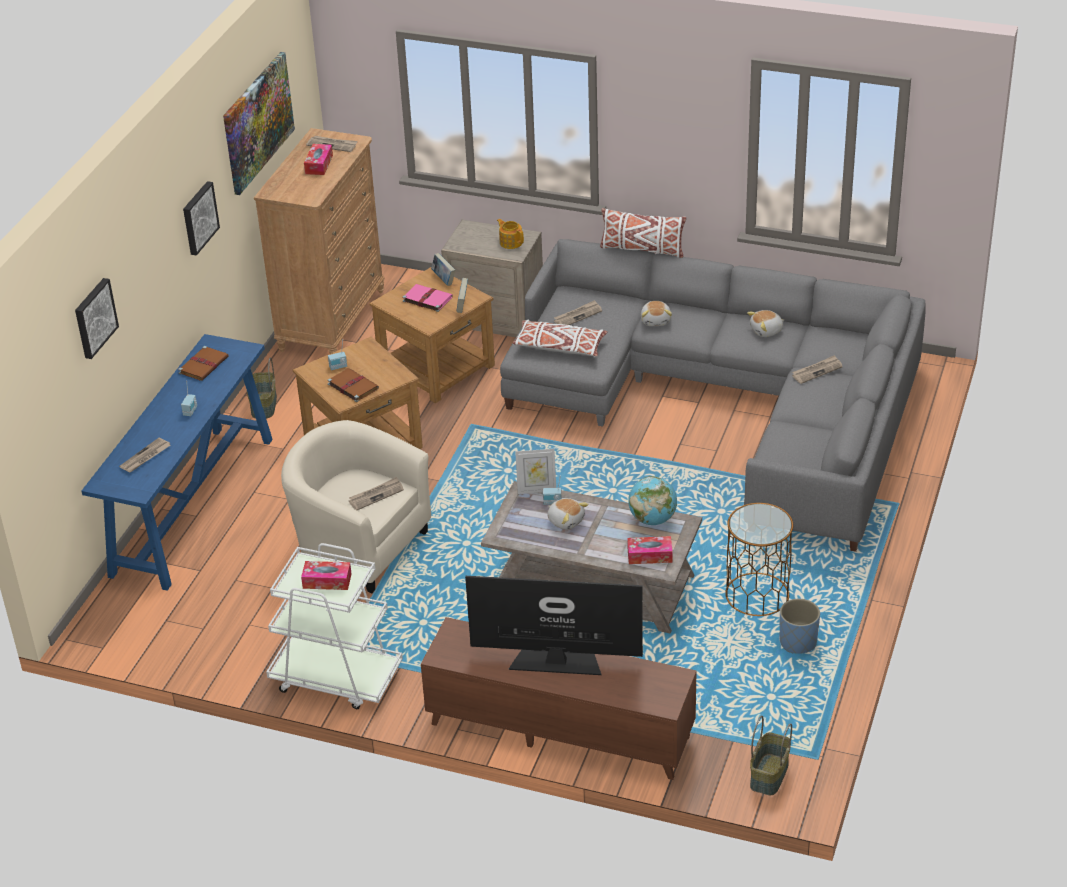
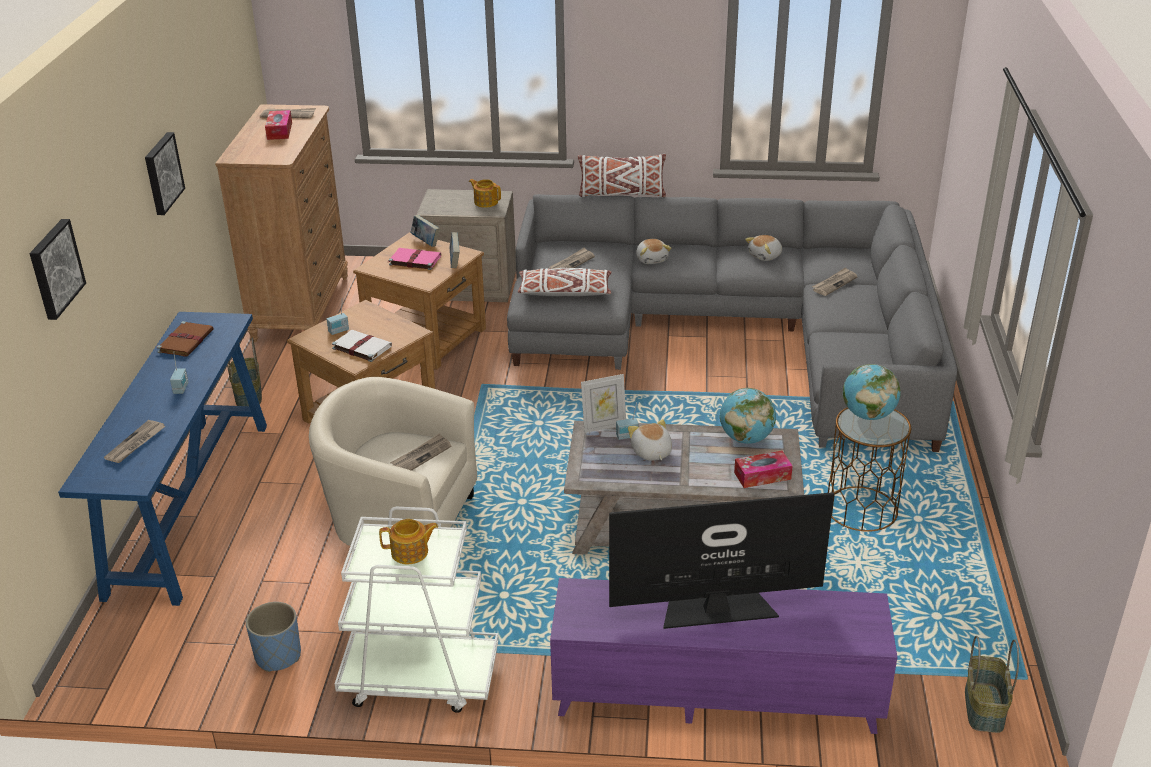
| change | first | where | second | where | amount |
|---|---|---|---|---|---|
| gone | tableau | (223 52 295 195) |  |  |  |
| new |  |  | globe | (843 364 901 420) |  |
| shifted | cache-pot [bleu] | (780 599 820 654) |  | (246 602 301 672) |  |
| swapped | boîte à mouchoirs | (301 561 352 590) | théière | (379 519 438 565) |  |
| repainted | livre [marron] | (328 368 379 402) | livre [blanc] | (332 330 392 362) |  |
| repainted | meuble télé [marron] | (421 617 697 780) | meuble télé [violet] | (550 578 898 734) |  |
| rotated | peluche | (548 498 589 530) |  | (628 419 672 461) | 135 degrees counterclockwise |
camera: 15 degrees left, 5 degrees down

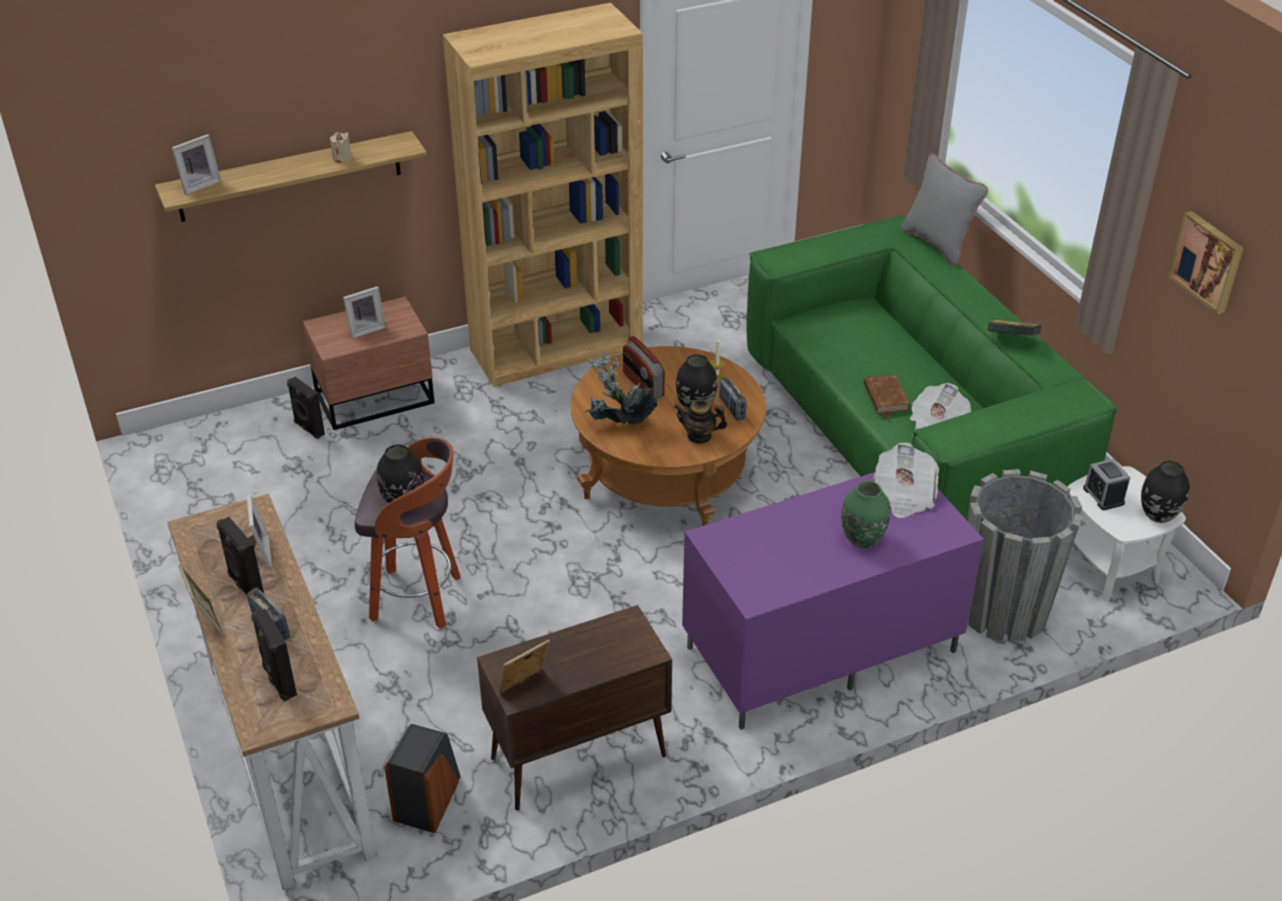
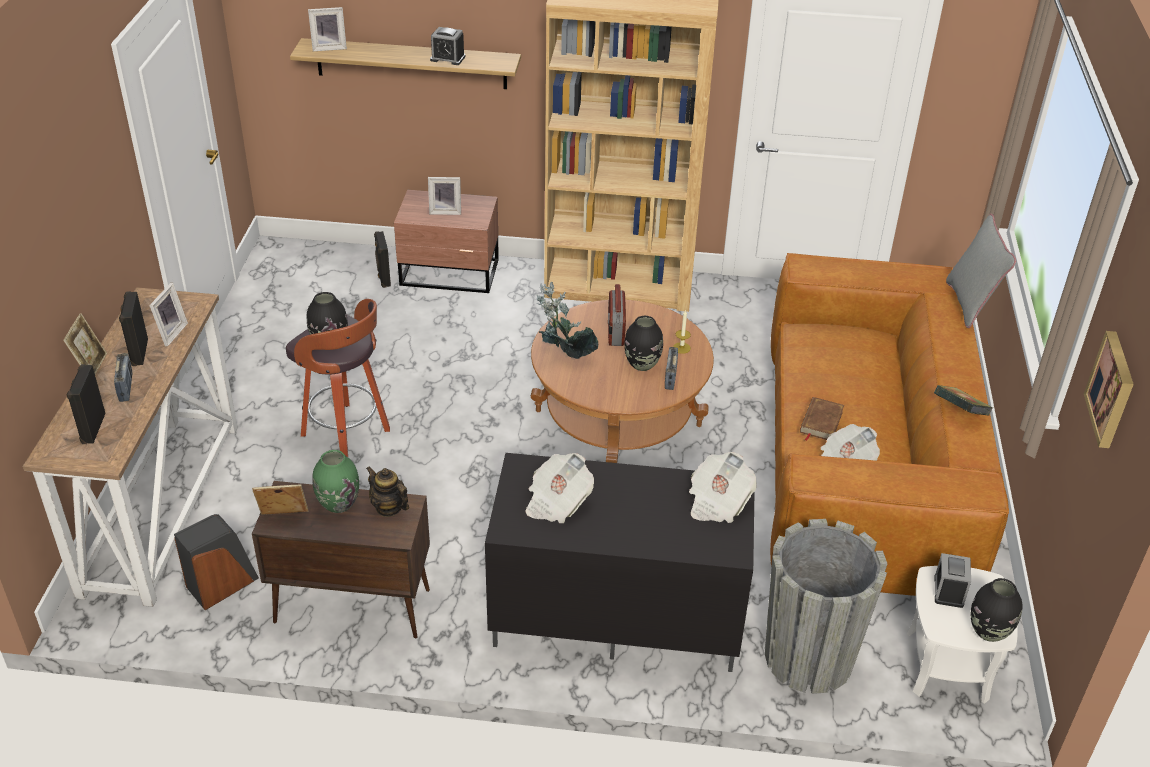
| change | first | where | second | where | amount |
|---|---|---|---|---|---|
| new |  |  | journal | (526 453 594 523) |  |
| shifted | théière | (674 397 727 444) |  | (366 466 409 517) |  |
| shifted | vase [vert] | (841 481 890 548) |  | (312 450 359 513) |  |
| swapped | bougie [beige] | (330 132 352 162) | réveil | (430 27 465 65) |  |
| repainted | meuble télé [violet] | (682 472 984 730) | meuble télé [noir] | (485 453 754 672) |  |
| repainted | canapé [vert] | (746 216 1117 521) | canapé [marron] | (770 253 1009 596) |  |
camera: 30 degrees right, 0 degrees up

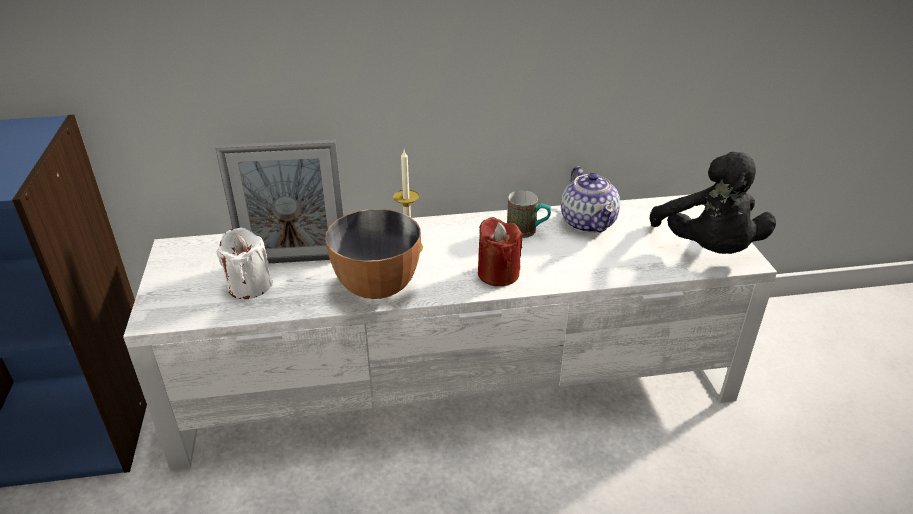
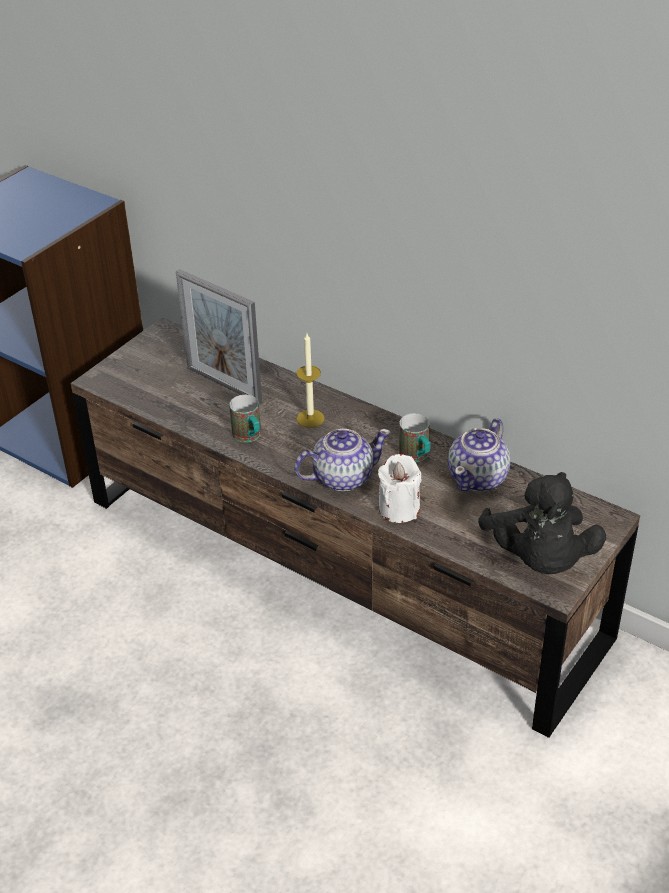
| change | first | where | second | where | amount |
|---|---|---|---|---|---|
| shifted | bougie [blanc] | (216 227 273 299) |  | (378 454 422 523) |  |
| swapped | bol | (325 209 421 299) | mug | (229 395 261 443) |  |
| swapped | bougie [rouge] | (478 217 522 286) | théière | (294 429 390 491) |  |
| repainted | meuble télé [blanc] | (123 195 777 471) | meuble télé [marron] | (71 318 640 738) |  |
| rotated | peluche [noir] | (650 152 776 254) |  | (478 472 606 574) | 45 degrees counterclockwise |
camera: 45 degrees right, 5 degrees up

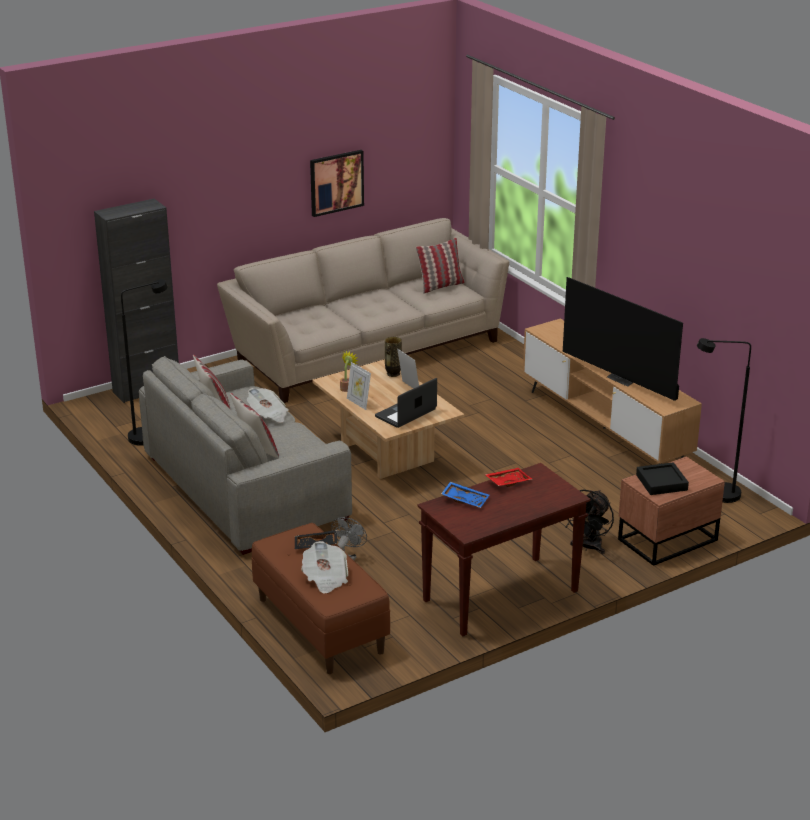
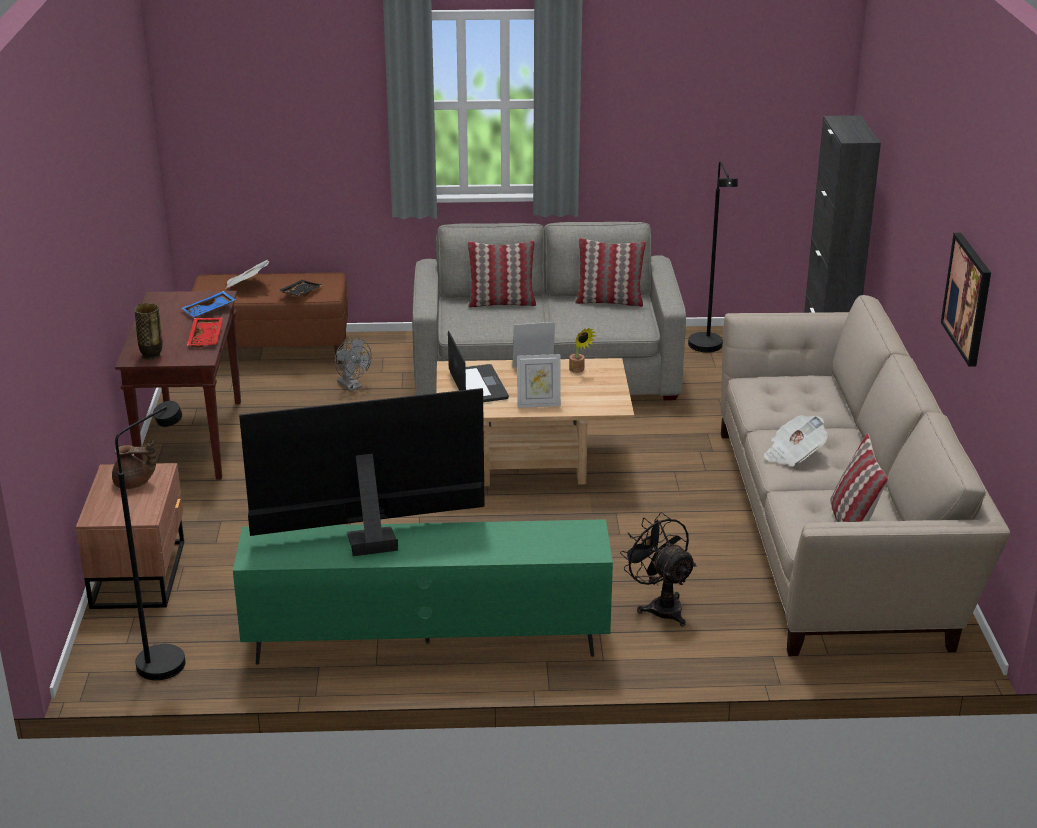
| change | first | where | second | where | amount |
|---|---|---|---|---|---|
| shifted | journal | (247 388 289 423) |  | (764 415 828 467) |  |
| shifted | vase | (385 337 402 377) |  | (134 303 163 360) |  |
| shifted | ventilateur [noir] | (565 489 614 554) |  | (620 512 696 626) |  |
| swapped | plateau [noir] | (636 462 689 495) | théière [marron] | (112 440 156 489) |  |
| repainted | meuble télé [marron] | (523 319 702 464) | meuble télé [vert] | (233 519 613 665) |  |
camera: 120 degrees right, 0 degrees up

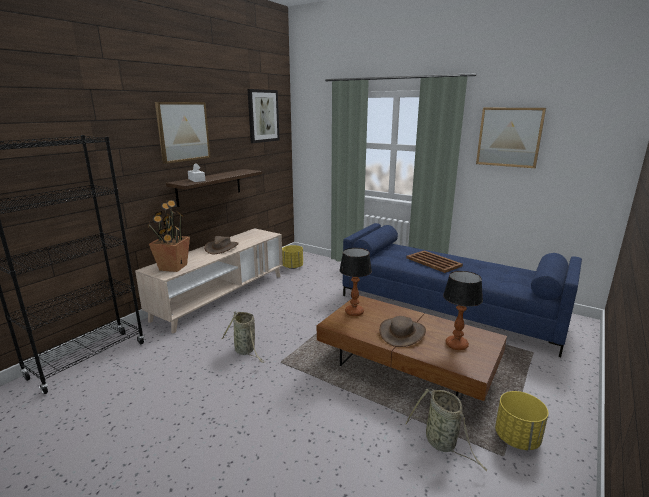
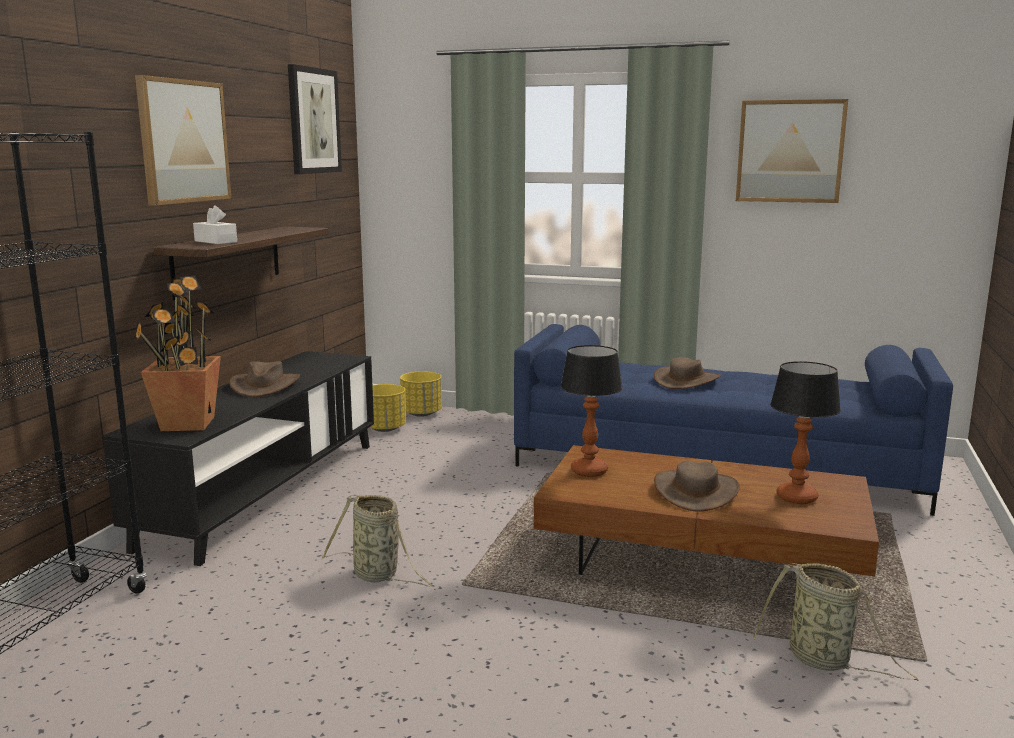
| change | first | where | second | where | amount |
|---|---|---|---|---|---|
| shifted | cache-pot [jaune] | (495 391 549 450) |  | (400 371 442 417) |  |
| swapped | plateau [marron] | (406 250 463 273) | chapeau [marron] | (654 357 721 389) |  |
| repainted | meuble télé [beige] | (135 228 283 334) | meuble télé [noir] | (102 351 374 566) |  |
camera: 15 degrees left, 5 degrees down

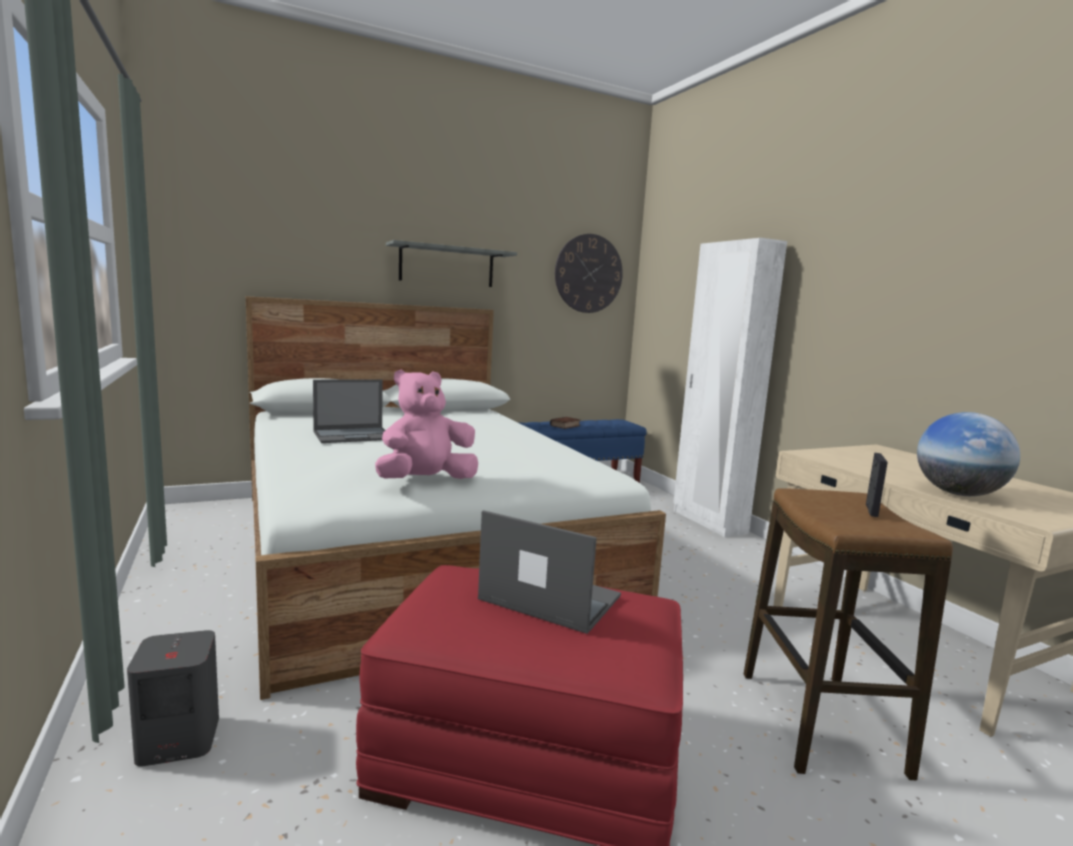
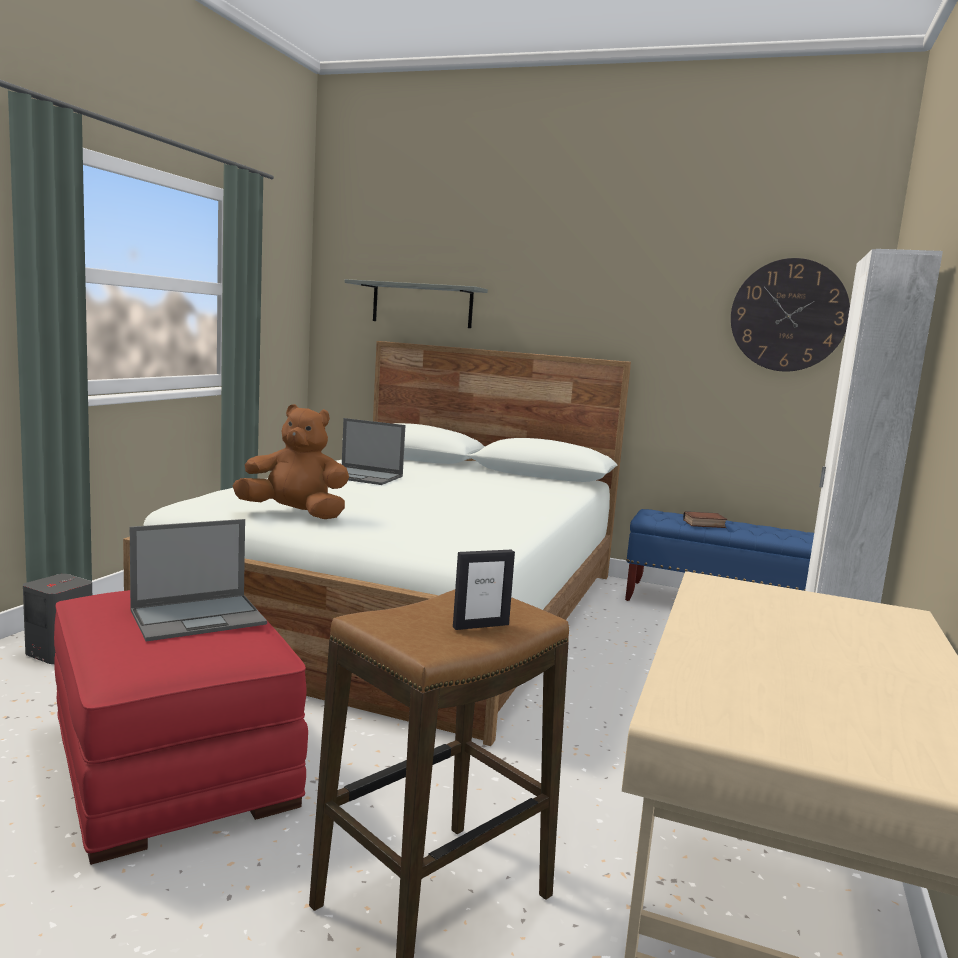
| change | first | where | second | where | amount |
|---|---|---|---|---|---|
| gone | globe | (917 412 1020 496) |  |  |  |
| shifted | étagère [gris] | (386 240 517 287) |  | (345 279 488 328) |  |
| repainted | peluche [rose] | (375 369 478 479) | peluche [marron] | (233 404 349 519) |  |
| rotated | ordinateur portable | (478 510 621 634) |  | (130 519 267 642) | 75 degrees clockwise |
camera: 45 degrees right, 0 degrees up

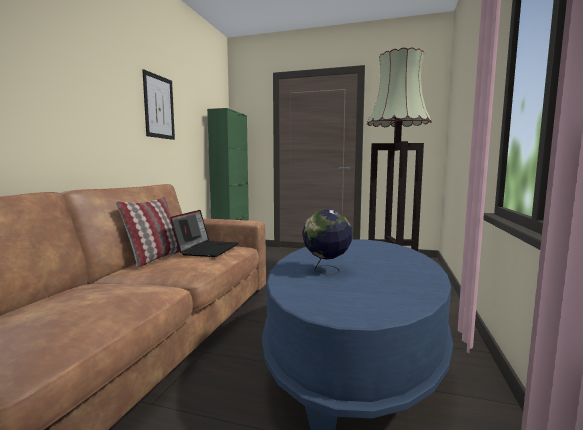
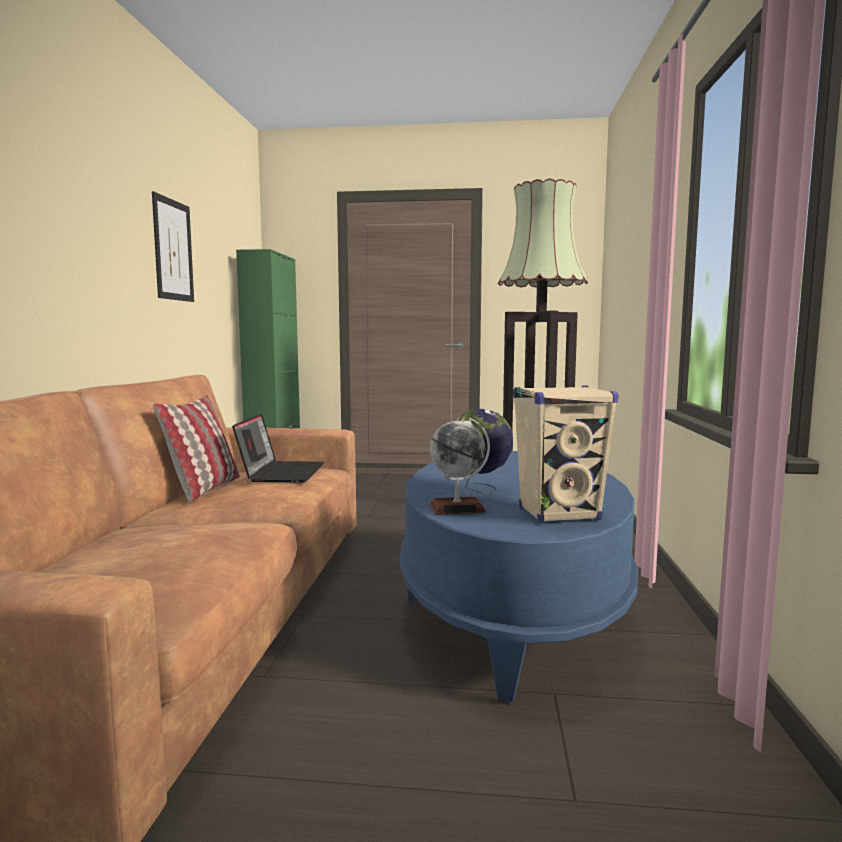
| change | first | where | second | where | amount |
|---|---|---|---|---|---|
| new |  |  | globe | (430 418 490 515) |  |
| new |  |  | enceinte [beige] | (513 385 619 523) |  |
camera: 10 degrees left, 0 degrees up

